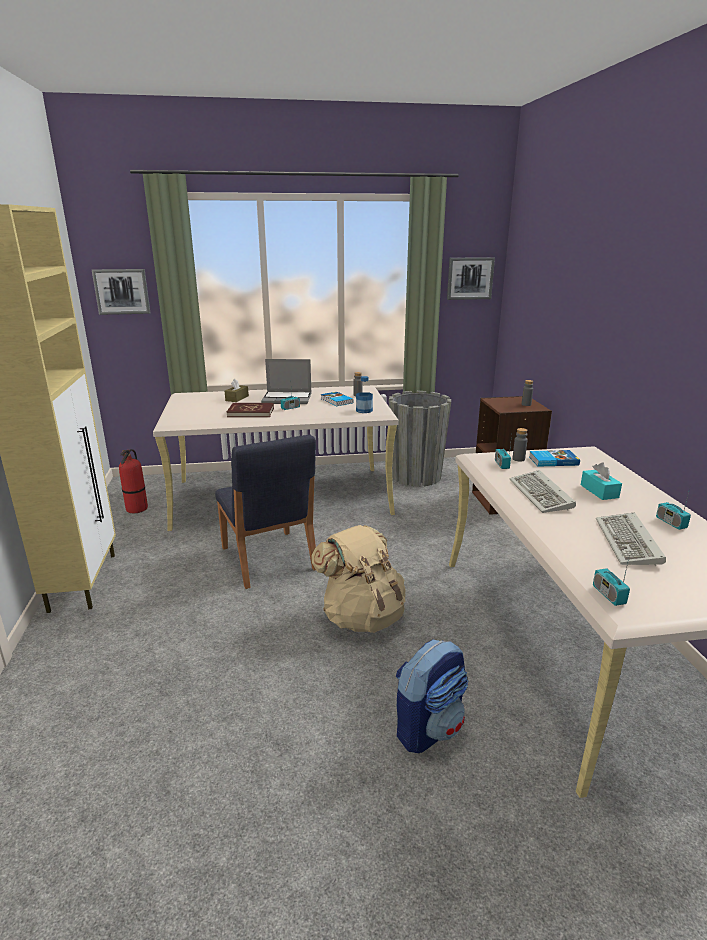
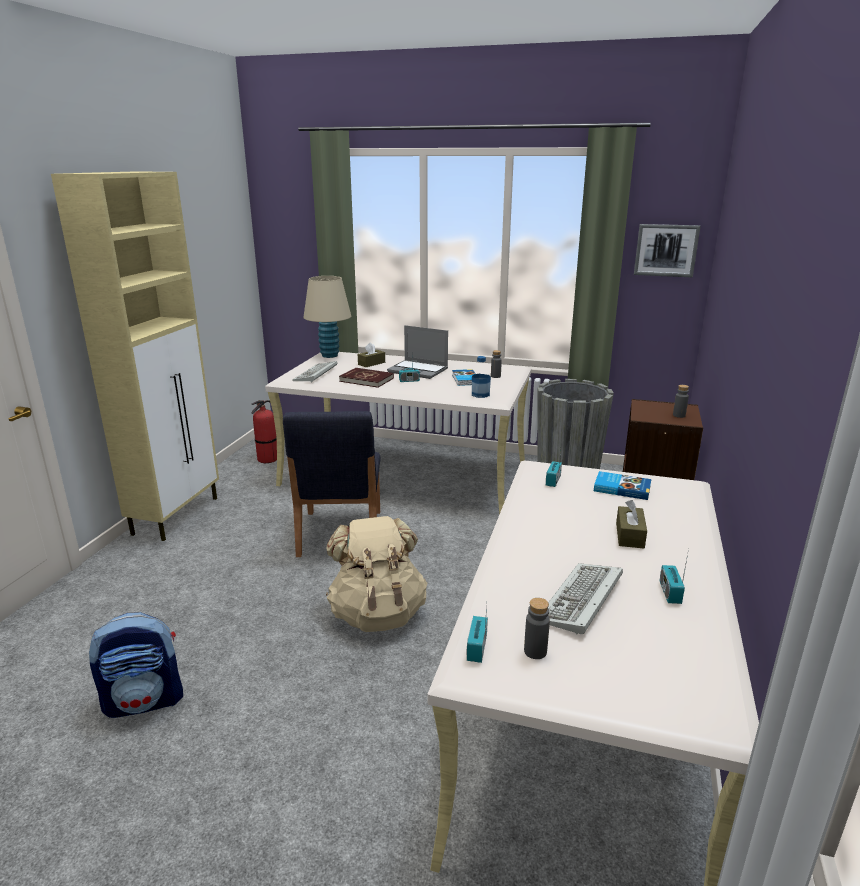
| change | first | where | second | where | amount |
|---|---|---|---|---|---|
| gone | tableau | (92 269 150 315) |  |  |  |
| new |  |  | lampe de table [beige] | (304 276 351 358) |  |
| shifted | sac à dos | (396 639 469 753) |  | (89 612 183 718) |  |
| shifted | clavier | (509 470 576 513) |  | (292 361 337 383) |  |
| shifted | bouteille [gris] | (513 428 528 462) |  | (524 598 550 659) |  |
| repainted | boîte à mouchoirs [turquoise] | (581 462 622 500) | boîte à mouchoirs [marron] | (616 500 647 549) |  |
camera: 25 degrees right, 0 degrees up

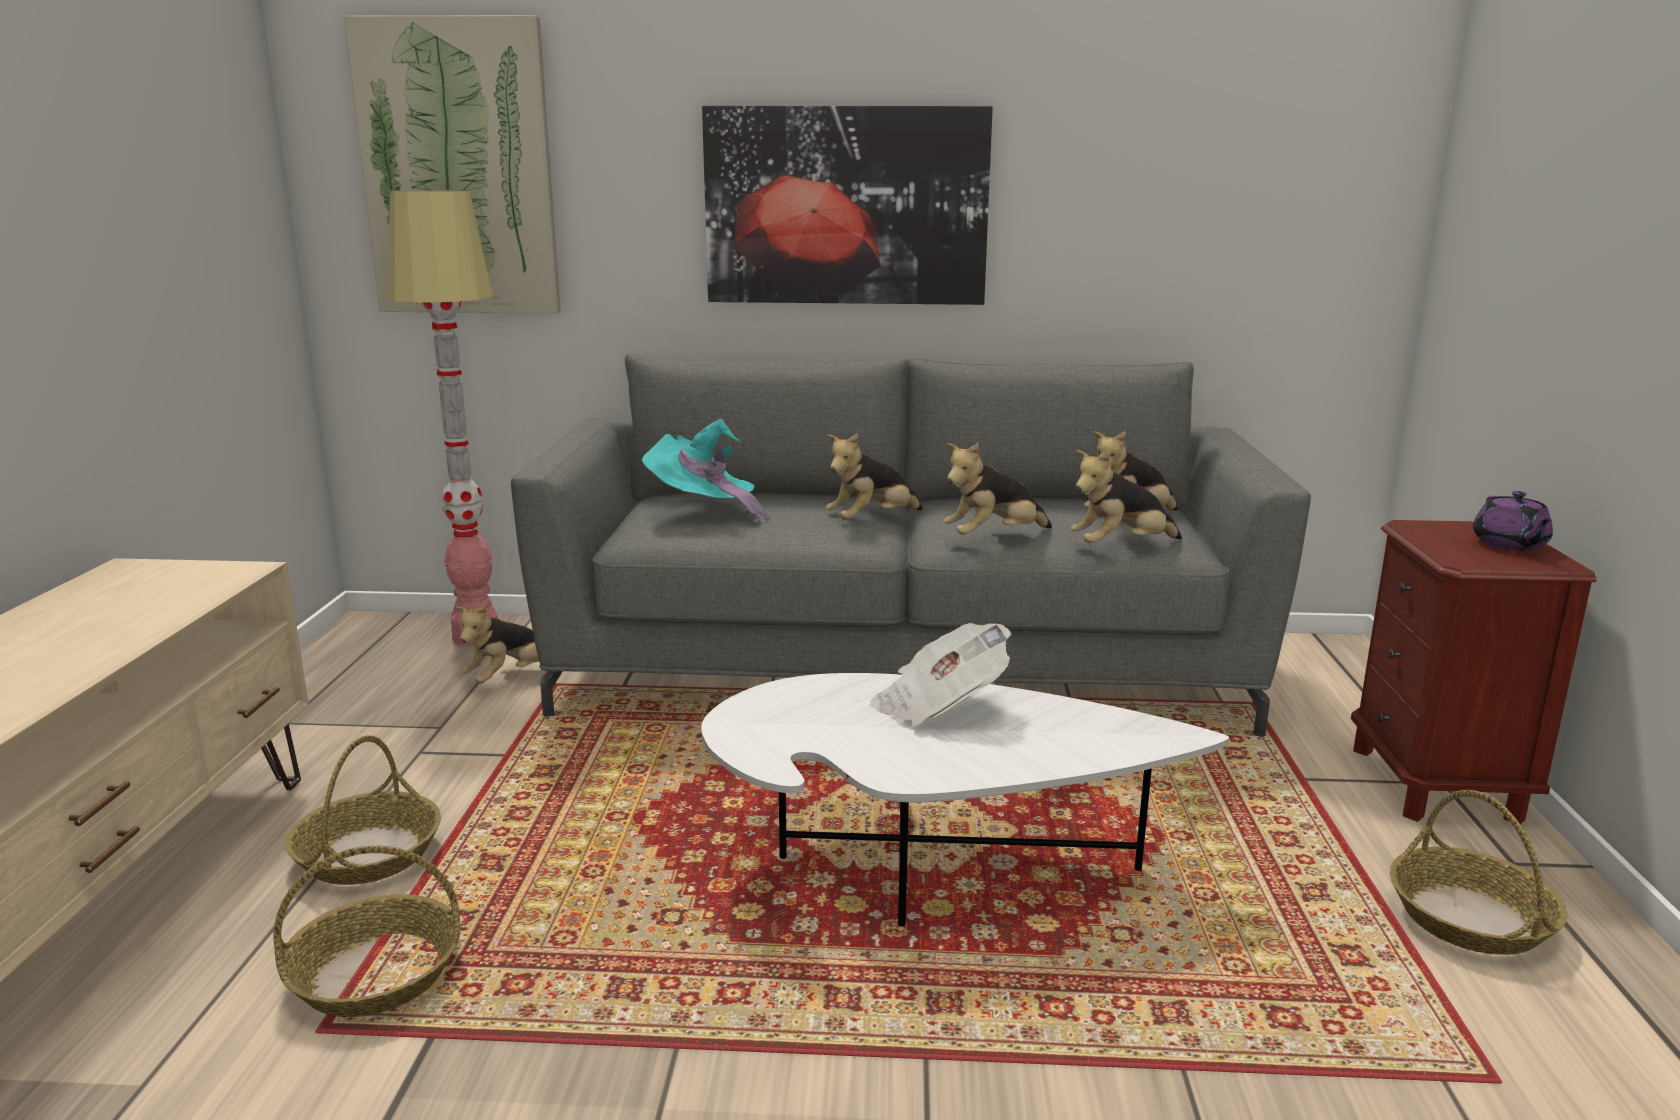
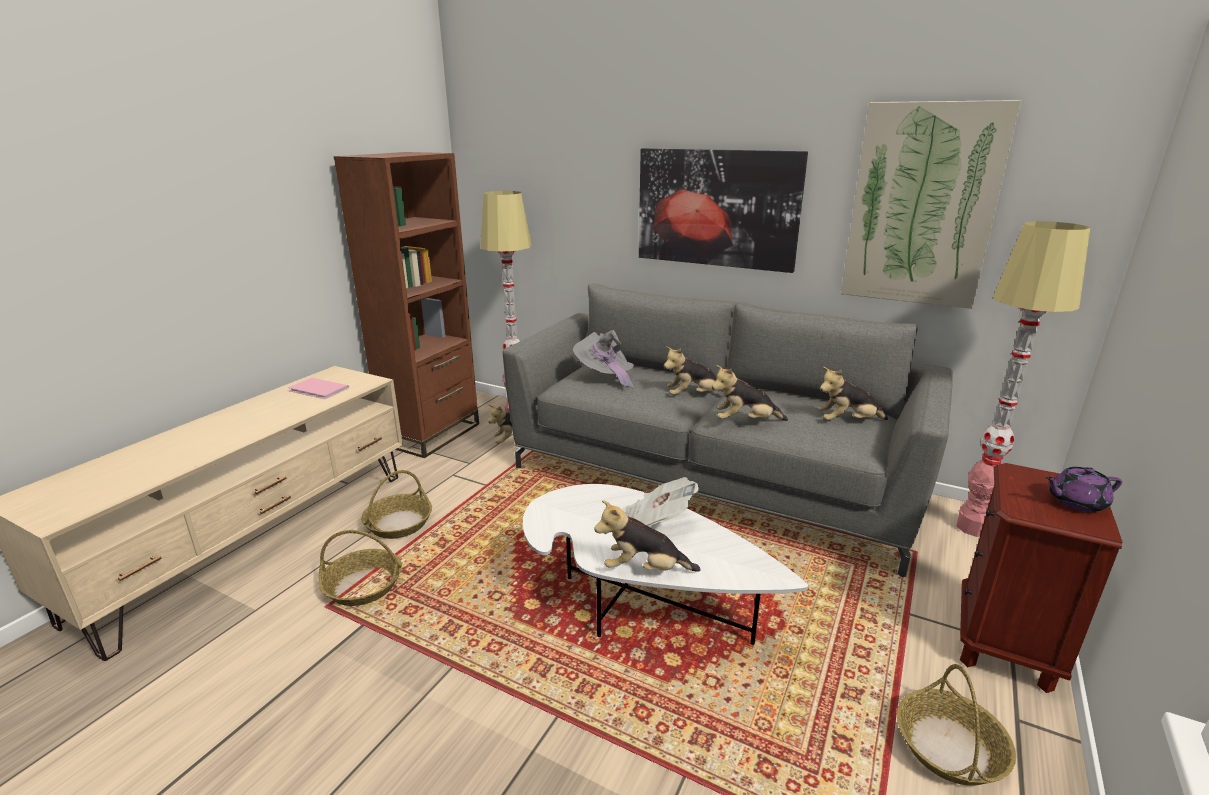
| change | first | where | second | where | amount |
|---|---|---|---|---|---|
| new |  |  | livre [rose] | (288 378 349 399) |  |
| new |  |  | bibliothèque [marron] | (334 152 479 458) |  |
| new |  |  | lampadaire | (956 221 1090 537) |  |
| shifted | tableau | (344 15 561 314) |  | (841 100 1021 309) |  |
| shifted | peluche | (1071 450 1182 543) |  | (594 500 701 571) |  |
| repainted | chapeau [turquoise] | (642 419 770 524) | chapeau [gris] | (573 330 634 390) |  |
| rotated | théière [violet] | (1473 491 1553 551) |  | (1045 467 1122 512) | 60 degrees clockwise |
camera: 25 degrees right, 5 degrees up

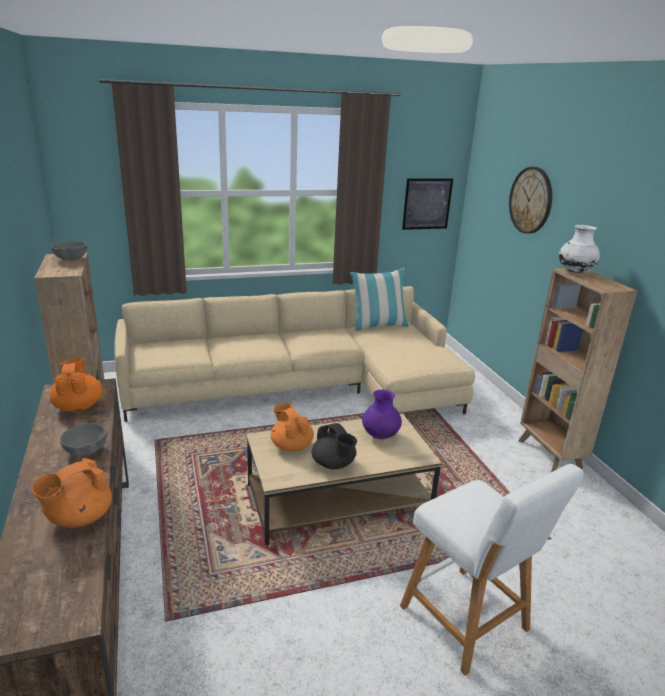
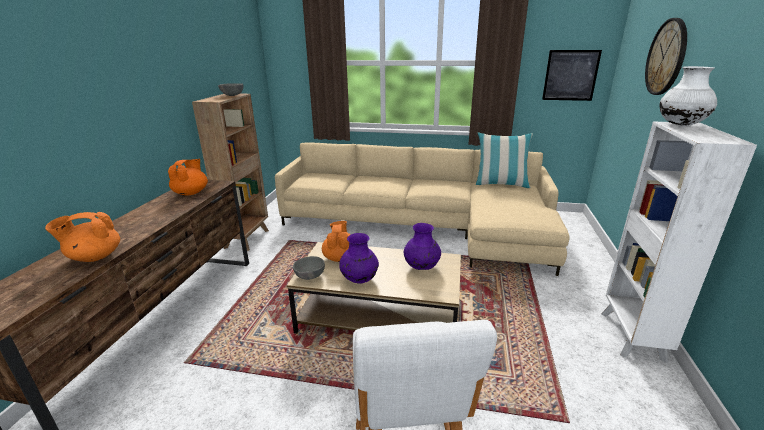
| change | first | where | second | where | amount |
|---|---|---|---|---|---|
| shifted | bol [gris] | (60 423 107 456) |  | (293 256 325 280) |  |
| swapped | théière [noir] | (312 423 357 470) | vase [violet] | (339 233 379 284) |  |
| repainted | bibliothèque [marron] | (518 268 637 472) | bibliothèque [blanc] | (601 122 757 363) |  |
camera: 30 degrees right, 0 degrees up

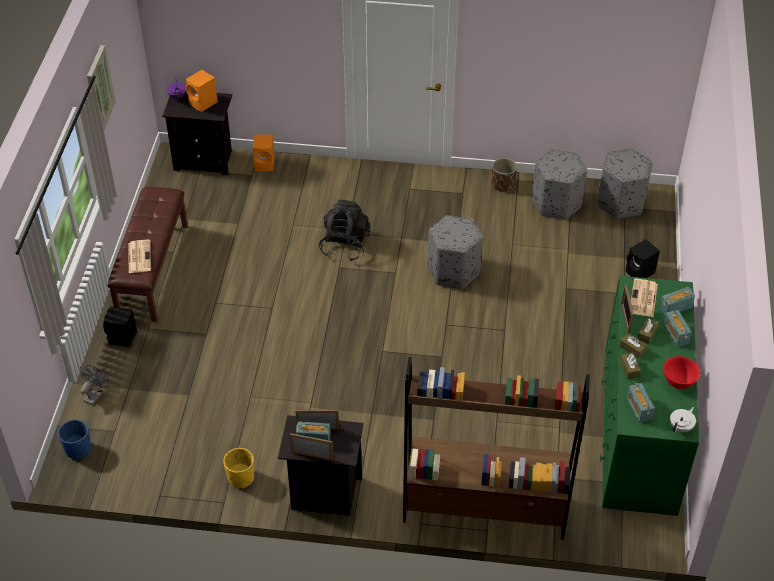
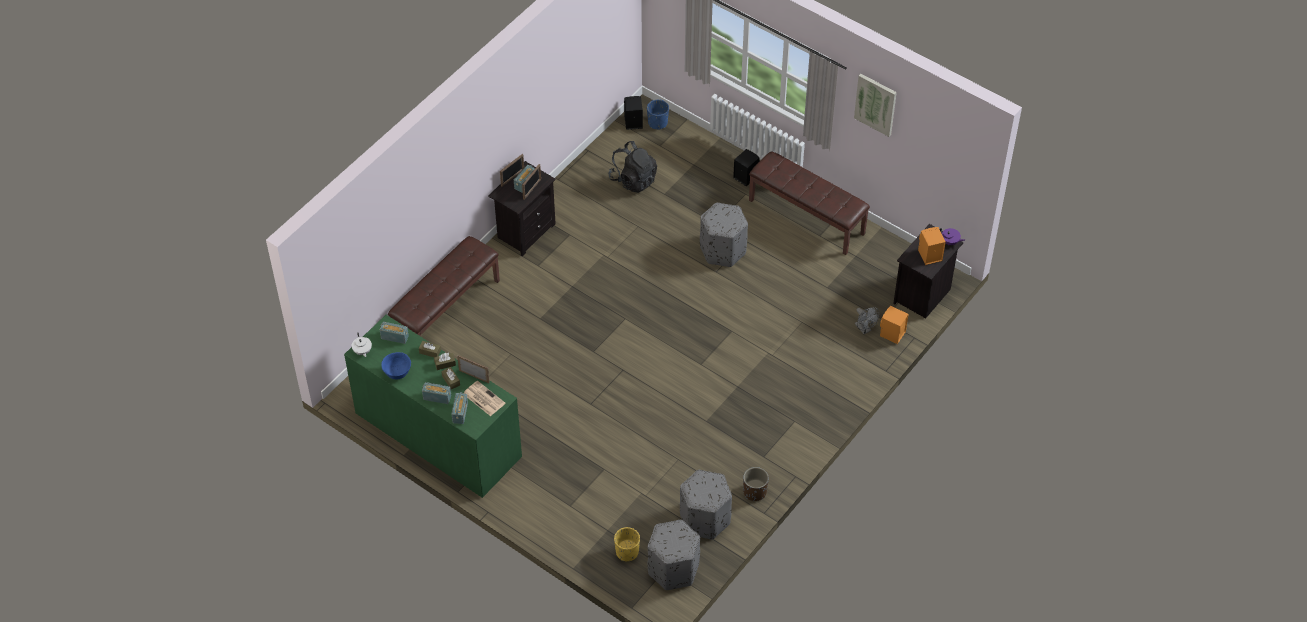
| change | first | where | second | where | amount |
|---|---|---|---|---|---|
| gone | journal | (128 240 151 273) |  |  |  |
| shifted | ventilateur [gris] | (80 365 108 405) |  | (855 307 879 334) |  |
| shifted | cache-pot [jaune] | (223 448 254 489) |  | (614 527 640 562) |  |
| shifted | sac à dos [noir] | (319 199 371 261) |  | (608 141 657 193) |  |
| shifted | pouf [gris] | (427 215 483 289) |  | (700 203 748 267) |  |
| shifted | enceinte [noir] | (626 239 660 278) |  | (624 96 643 130) |  |
| swapped | bibliothèque [marron] | (403 357 590 540) | banc [marron] | (388 236 500 336) |  |
| repainted | bol [rouge] | (663 356 700 389) | bol [bleu] | (381 352 411 379) |  |
camera: 120 degrees right, 5 degrees up

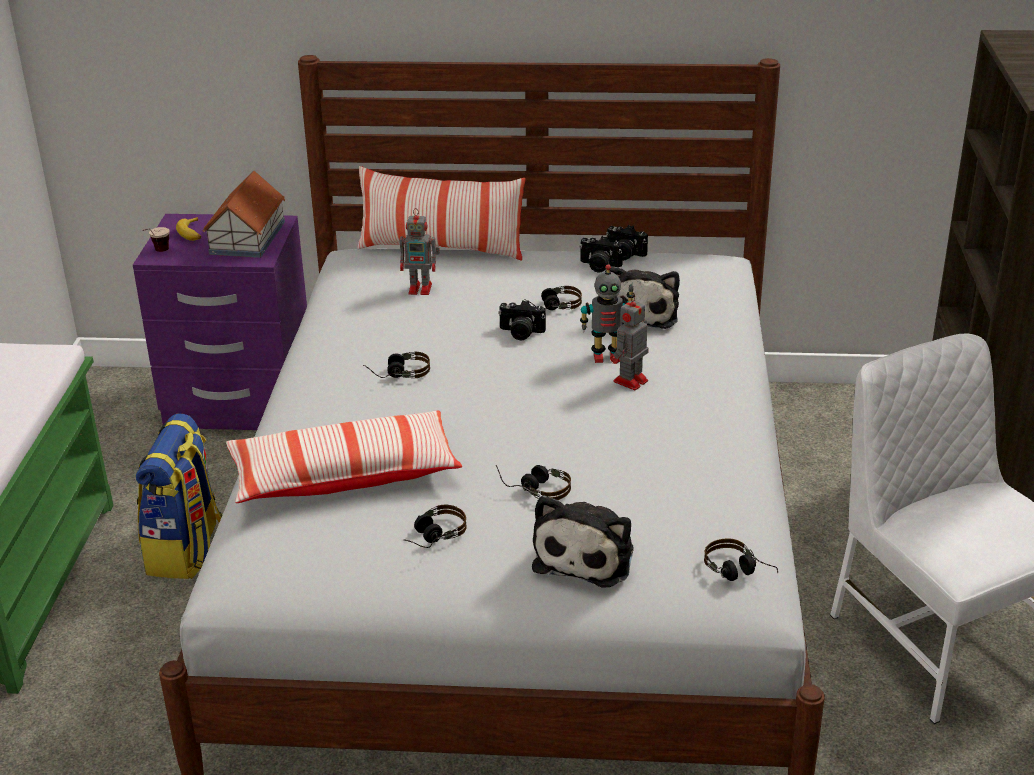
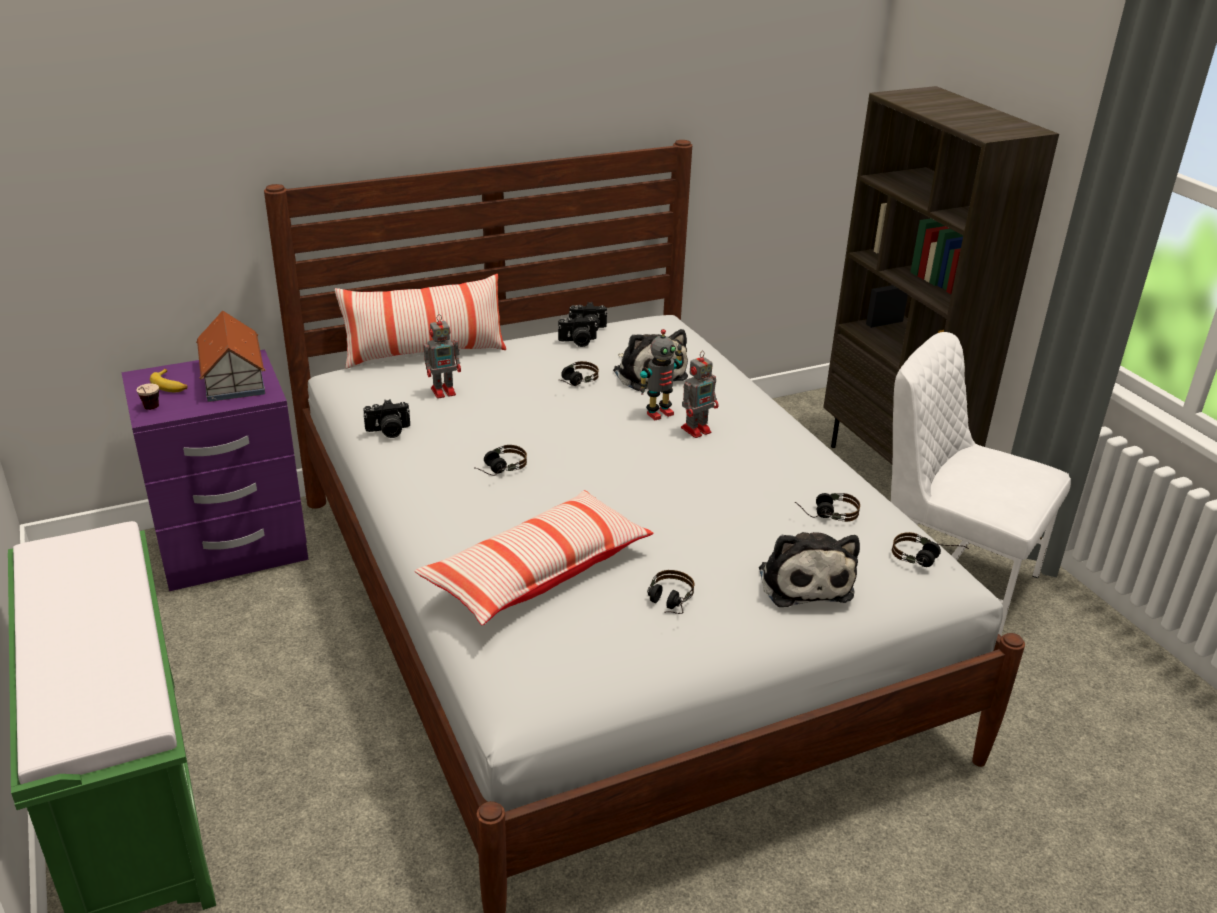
| change | first | where | second | where | amount |
|---|---|---|---|---|---|
| gone | sac à dos | (136 413 222 579) |  |  |  |
| shifted | casque audio | (496 465 571 500) |  | (795 493 860 522) |  |
| shifted | appareil photo | (498 300 546 340) |  | (363 399 410 438) |  |
| rotated | robot jouet | (610 294 649 390) |  | (681 351 719 438) | 135 degrees counterclockwise |
camera: 30 degrees left, 0 degrees up

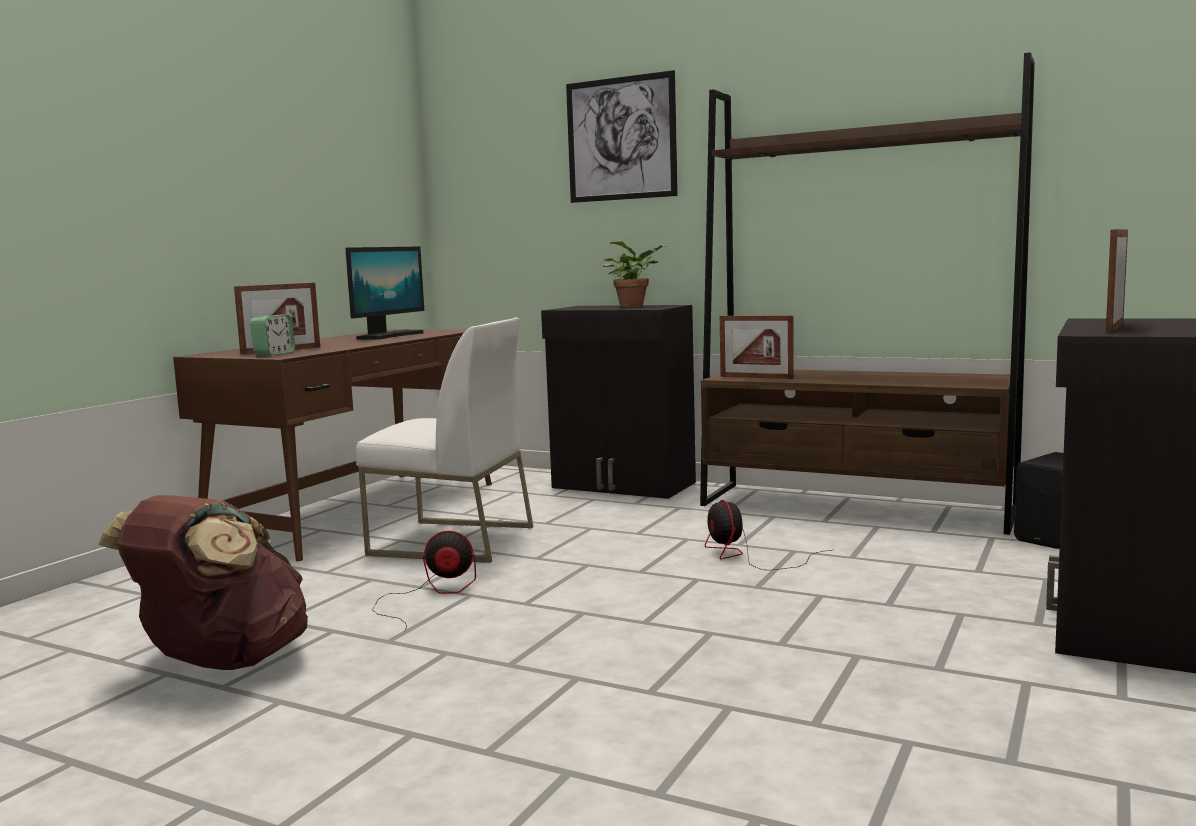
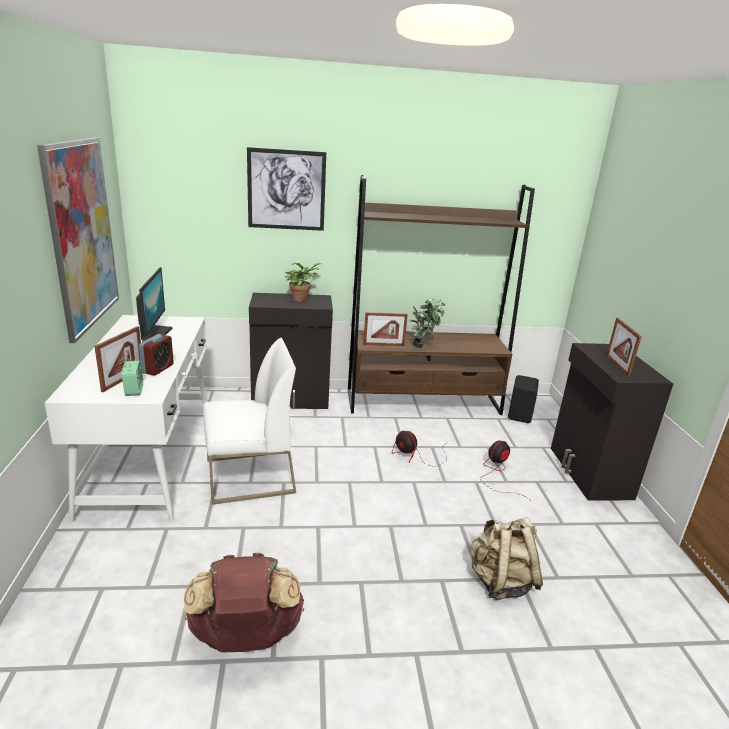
| change | first | where | second | where | amount |
|---|---|---|---|---|---|
| new |  |  | tableau | (37 137 119 343) |  |
| new |  |  | réveil | (139 334 174 376) |  |
| new |  |  | plante en pot | (410 298 445 348) |  |
| new |  |  | sac à dos [beige] | (471 517 543 600) |  |
| shifted | ventilateur | (373 531 476 632) |  | (480 441 530 500) |  |
| repainted | bureau [marron] | (173 329 492 561) | bureau [blanc] | (45 315 208 523) |  |
camera: 35 degrees left, 15 degrees up

